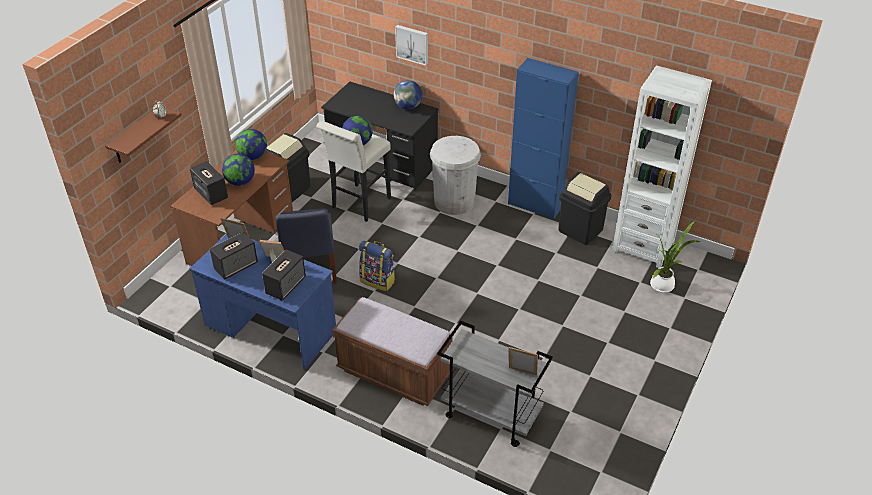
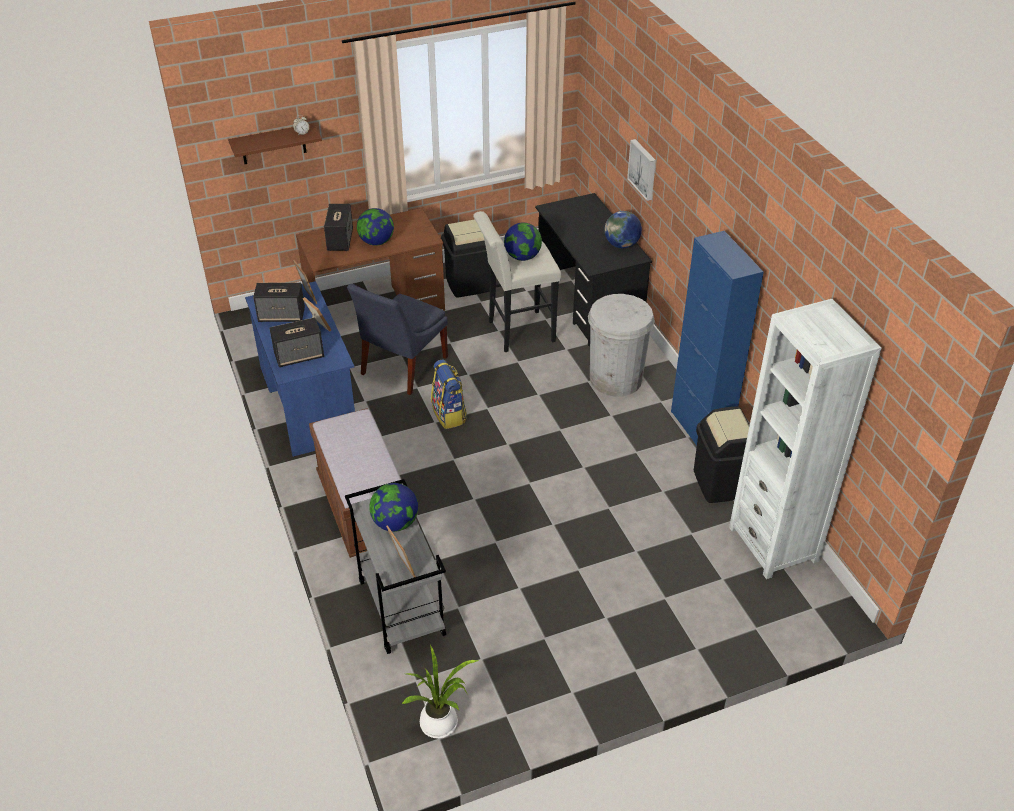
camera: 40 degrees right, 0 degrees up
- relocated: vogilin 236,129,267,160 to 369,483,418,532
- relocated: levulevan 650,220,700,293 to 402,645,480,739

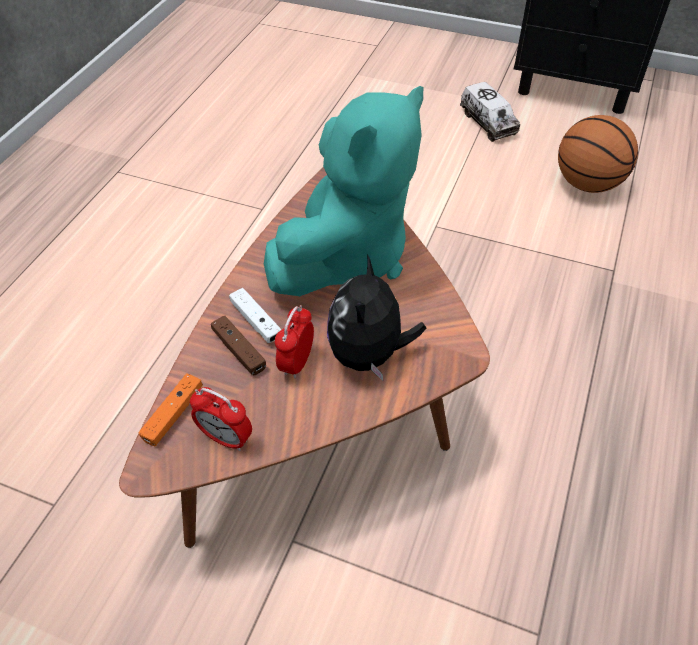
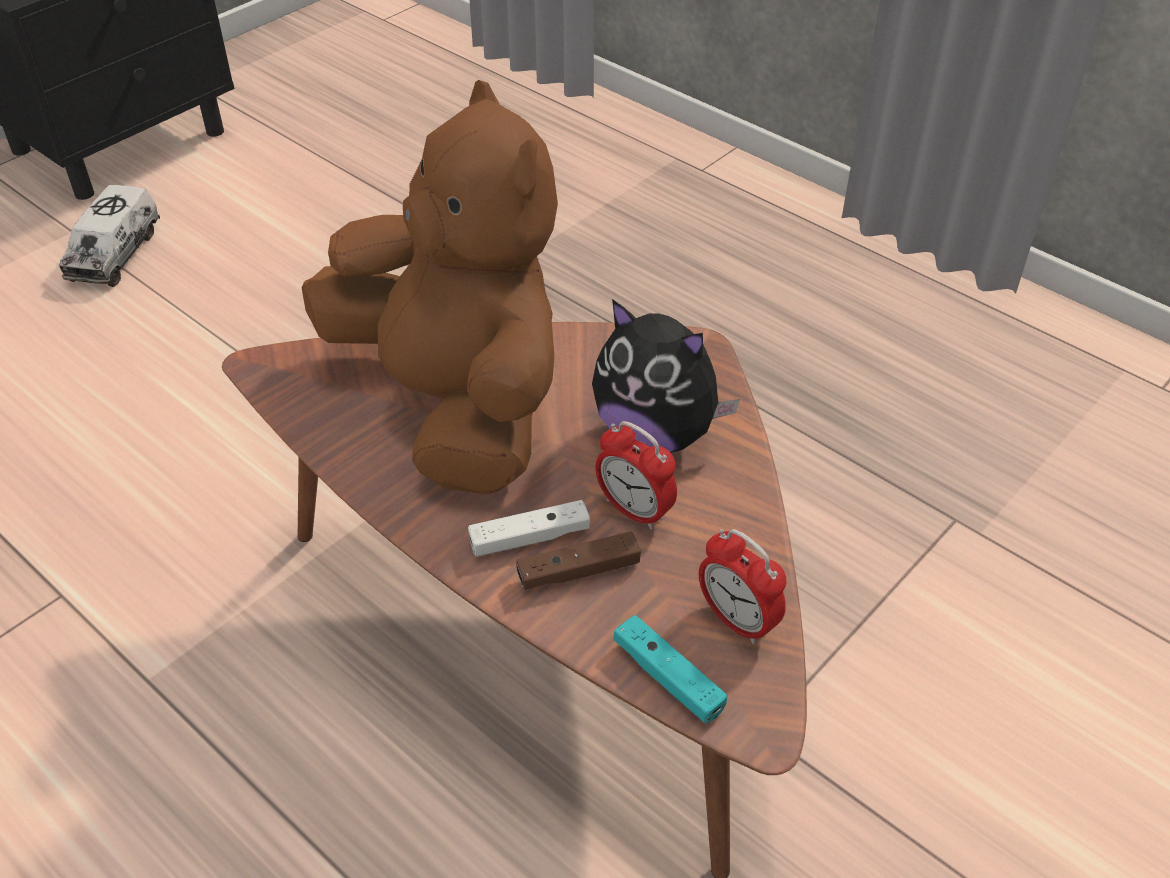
camera: 70 degrees left, 5 degrees down
- spun: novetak 460,82,520,142 = 59,185,160,287 105 degrees clockwise
- colour: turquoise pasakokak 264,86,423,296 to brown pasakokak 302,80,558,494
- colour: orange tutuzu 138,374,203,446 to turquoise tutuzu 613,615,728,724
- spun: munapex 190,387,252,451 = 699,529,786,644 90 degrees clockwise
- missing: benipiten 558,115,638,193

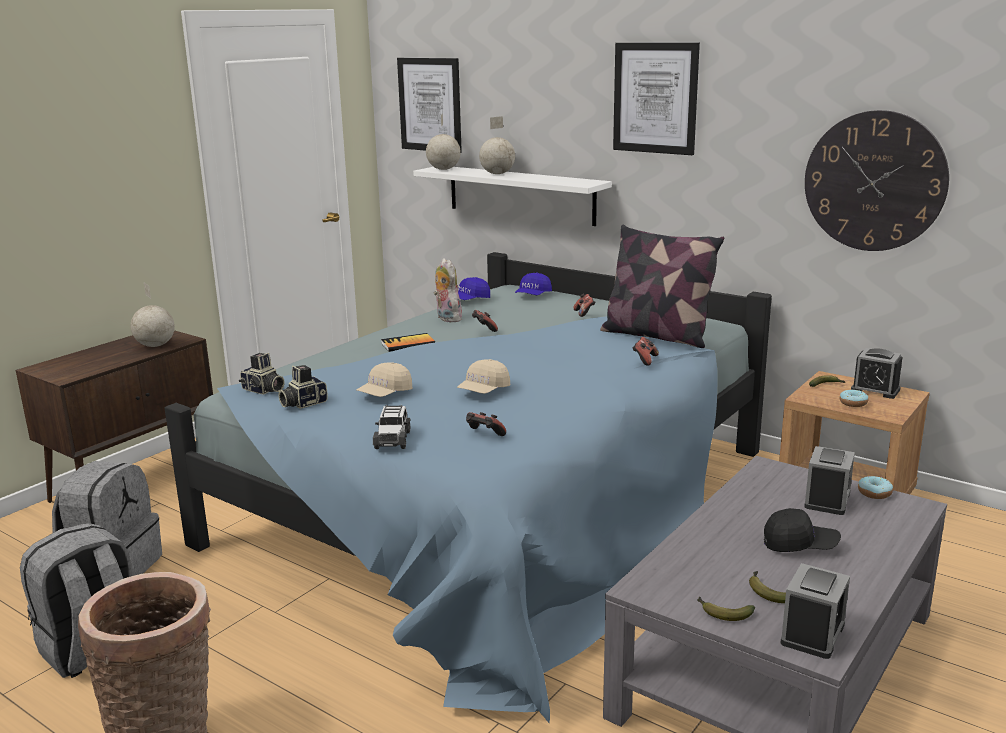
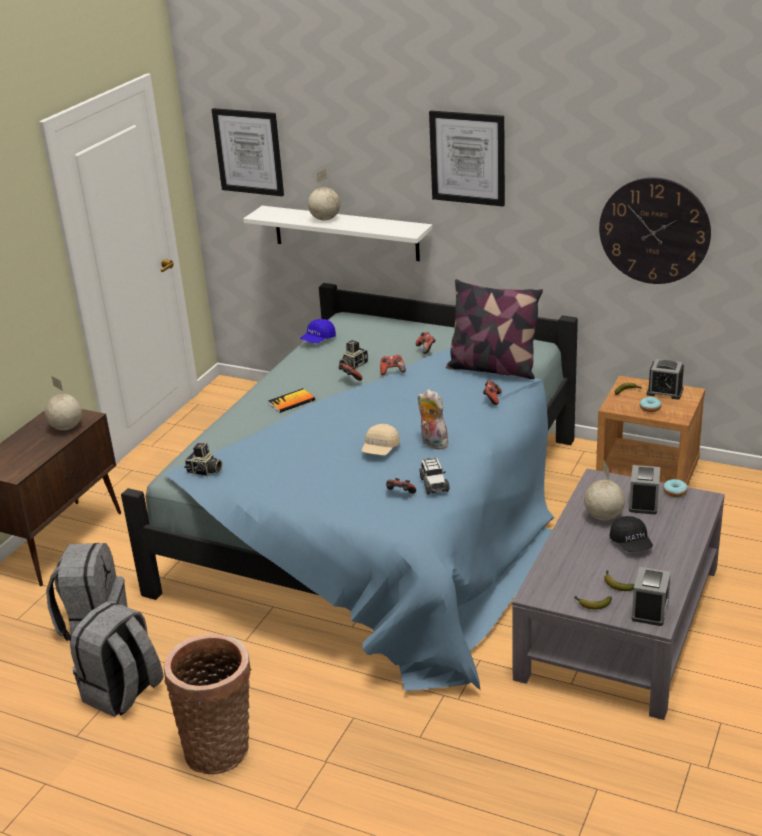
camera: 10 degrees left, 10 degrees up
- relocated: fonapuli 279,365,327,409 to 339,340,368,369
- appeared: tutuzu 380,355,406,375
- relocated: pasakokak 434,258,462,323 to 418,389,448,449
- relocated: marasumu 373,405,411,449 to 419,457,450,494
- relocated: vogilin 426,114,461,170 to 584,459,625,520
- spun: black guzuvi 764,508,841,552 = 609,516,653,552 75 degrees clockwise
- missing: beige guzuvi 357,362,412,397
- missing: blue guzuvi 515,272,552,295

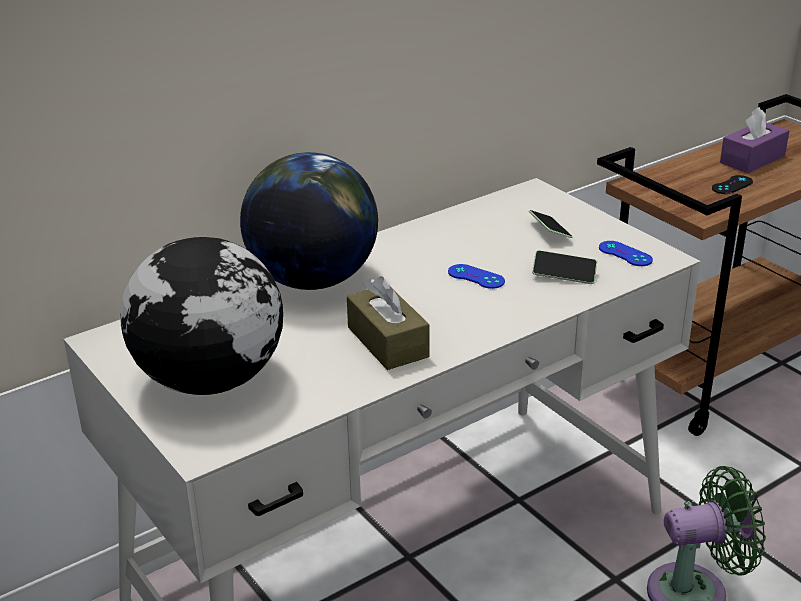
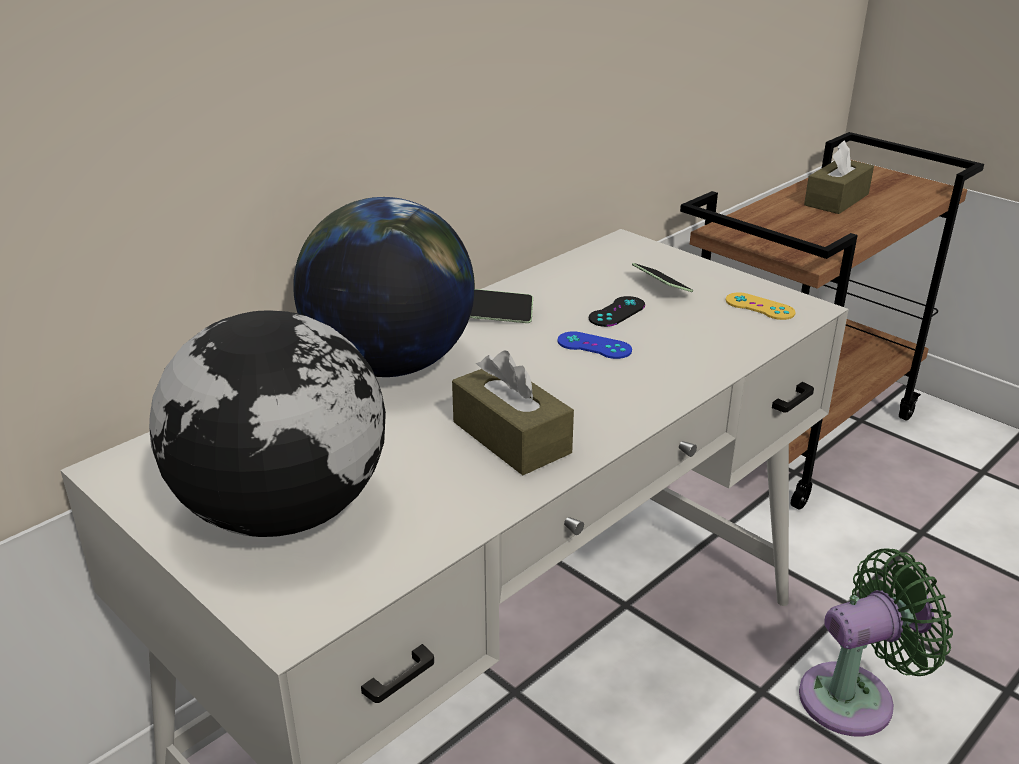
camera: 10 degrees left, 0 degrees up
- relocated: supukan 532,250,597,284 to 470,289,533,323
- relocated: black tutuzu 712,175,753,194 to 589,296,645,327
- colour: blue tutuzu 599,241,653,266 to yellow tutuzu 726,292,795,320
- colour: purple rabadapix 720,107,789,173 to brown rabadapix 804,140,874,214

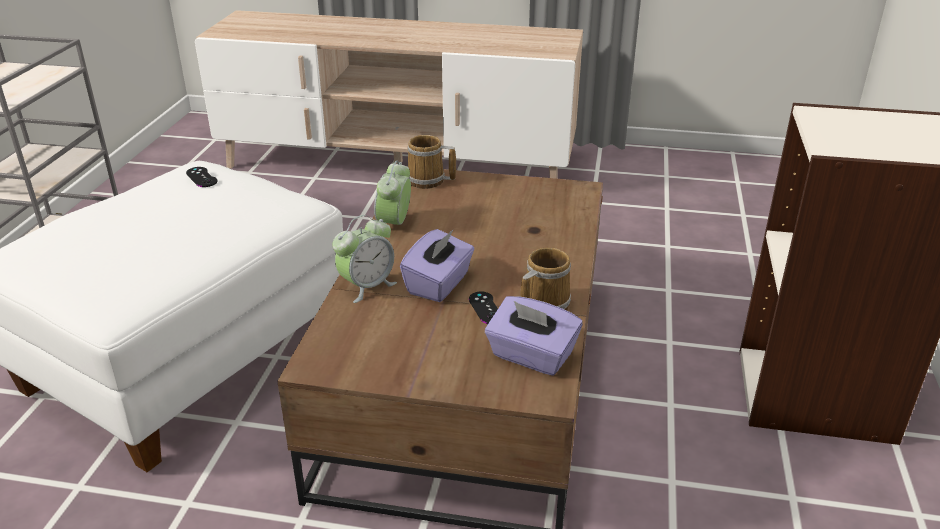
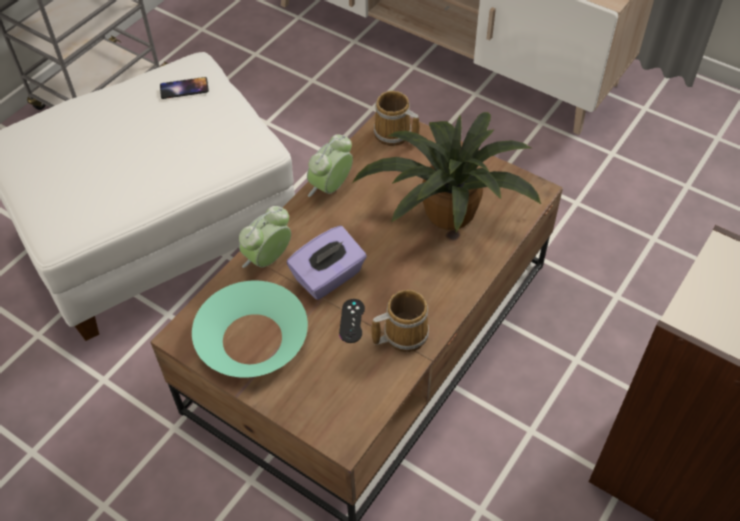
camera: 25 degrees right, 20 degrees up
- exchanged: black tutuzu 186,167,217,187 to supukan 160,77,209,99
- appeared: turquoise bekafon 192,281,308,378
- spun: munapex 332,215,397,303 = 239,206,291,268 150 degrees clockwise
- appeared: levulevan 352,112,541,232
- missing: purple rabadapix 485,296,583,376

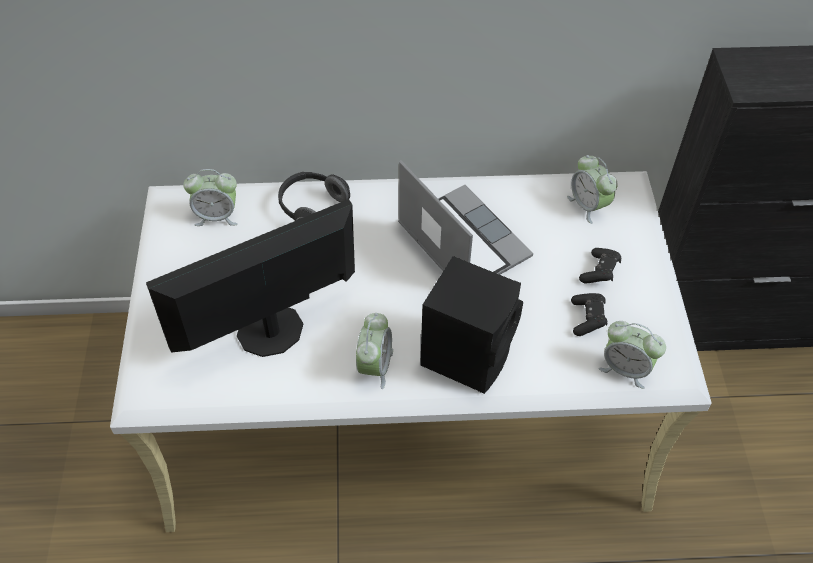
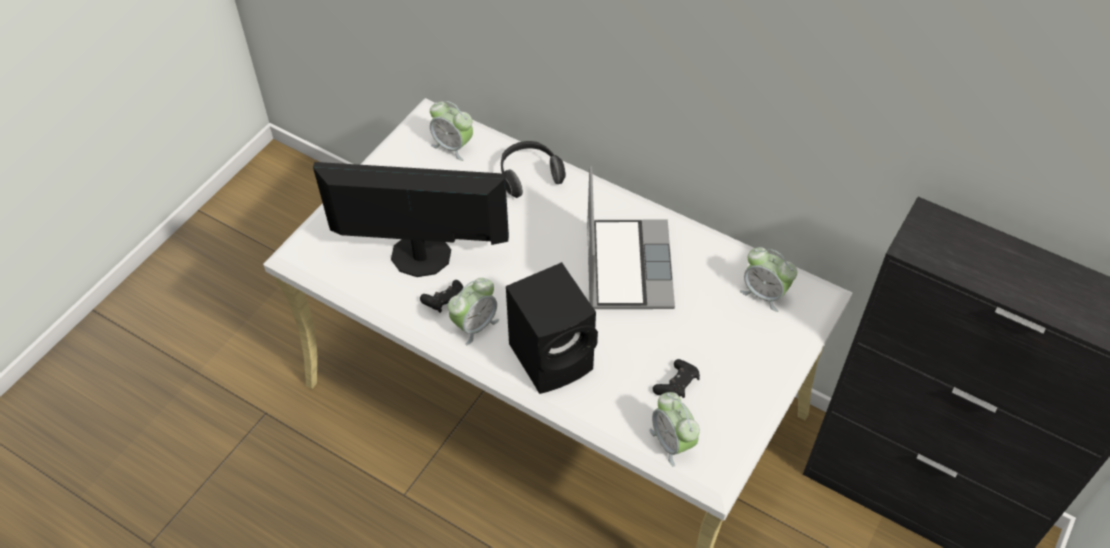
camera: 35 degrees right, 0 degrees up
- relocated: black tutuzu 579,248,621,283 to 420,280,463,313
- spun: munapex 567,155,618,224 = 740,247,797,312 60 degrees counterclockwise

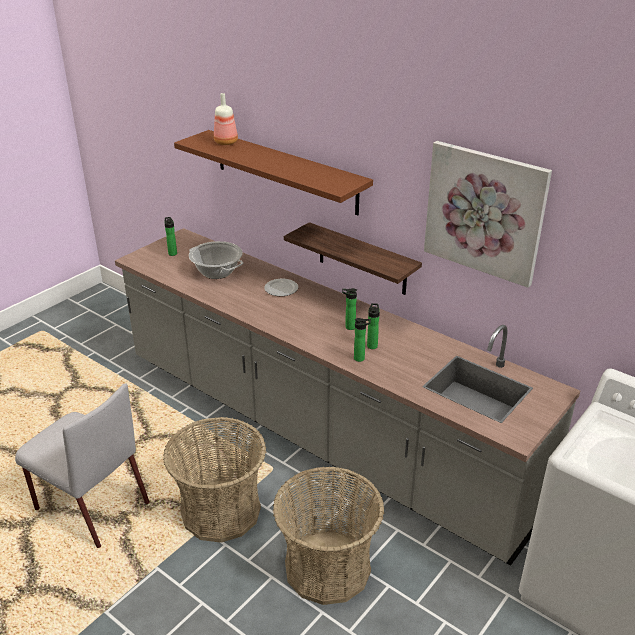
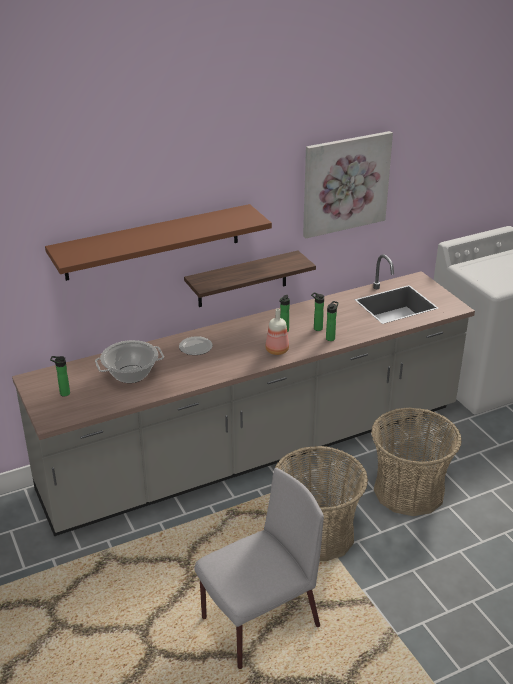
camera: 65 degrees left, 0 degrees up
- relocated: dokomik 214,93,238,145 to 265,309,289,355

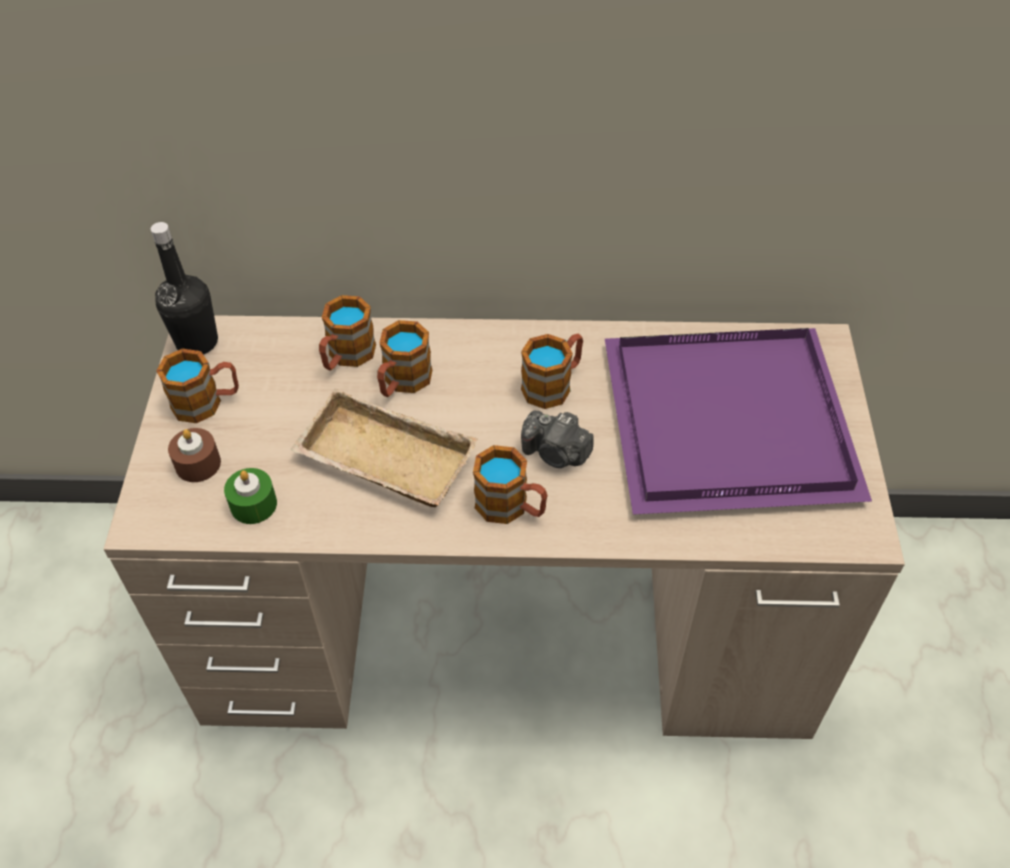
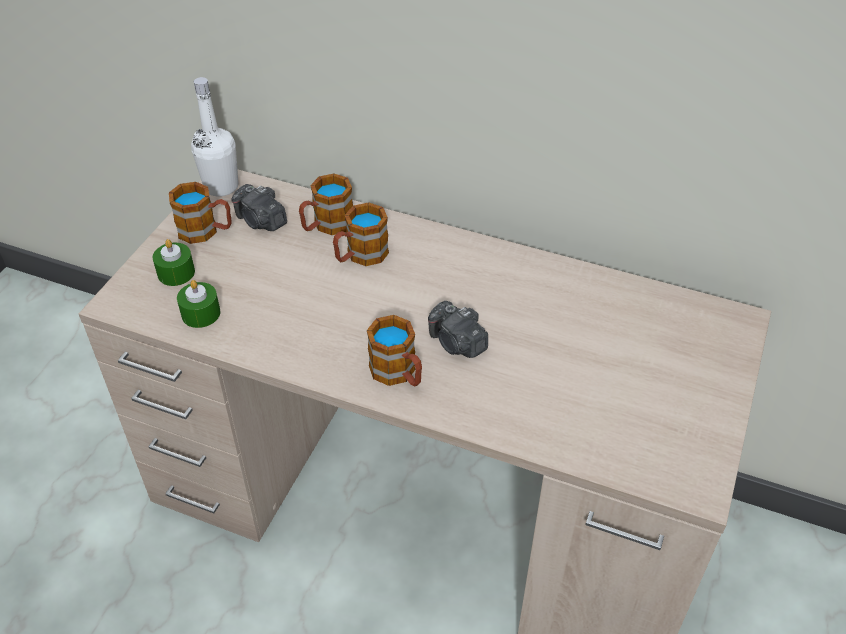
camera: 20 degrees right, 5 degrees down
- colour: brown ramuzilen 168,428,221,482 to green ramuzilen 152,239,195,286
- colour: black dokomik 151,222,218,355 to white dokomik 191,77,238,197
- appeared: fonapuli 231,184,287,231
- missing: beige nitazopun 290,389,478,507
- missing: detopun 521,334,583,409
- missing: purple nitazopun 605,328,872,515

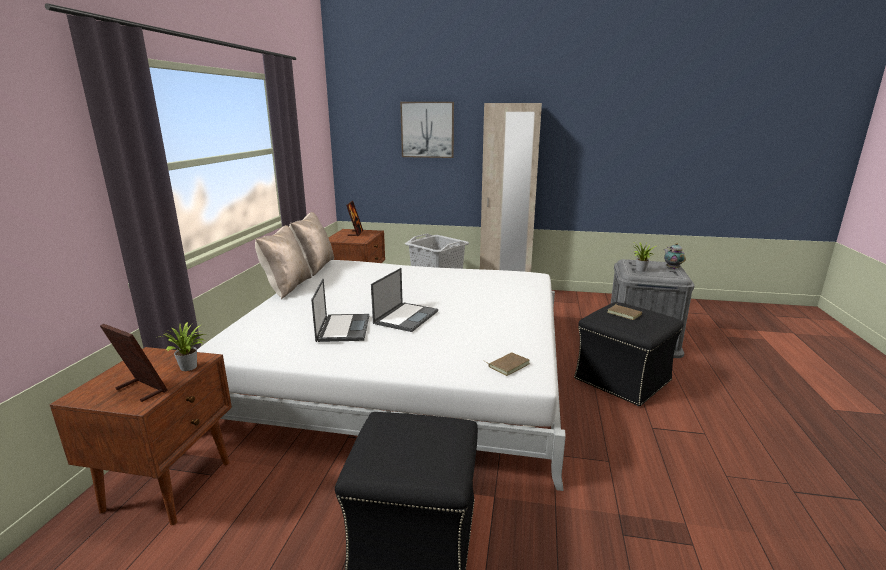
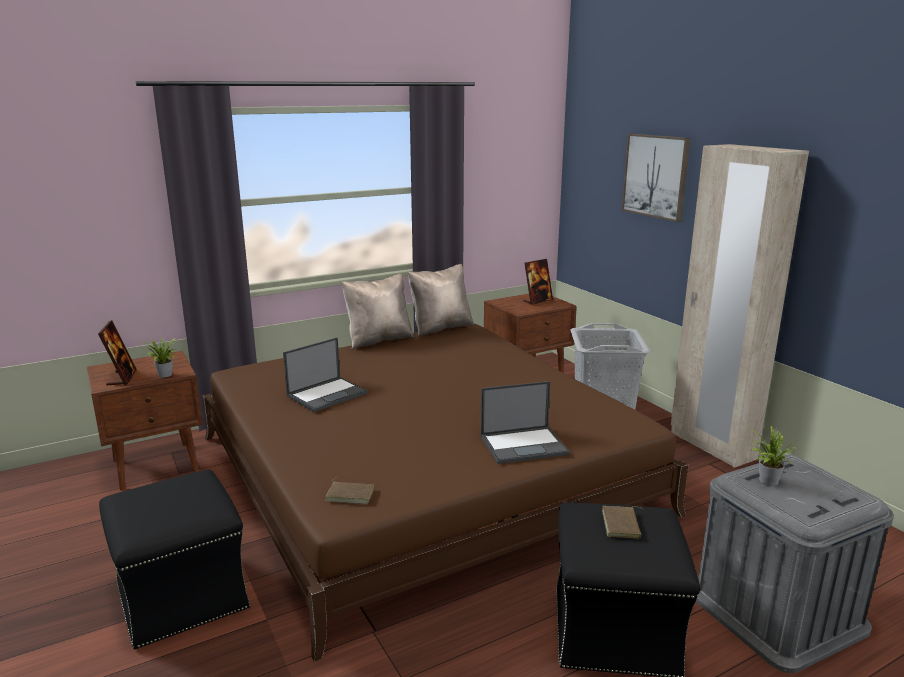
camera: 50 degrees right, 0 degrees up
- colour: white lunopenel 197,260,566,491 to brown lunopenel 202,324,688,662
- relocated: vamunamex 371,268,438,332 to 481,381,569,464
- missing: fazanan 664,243,686,269

